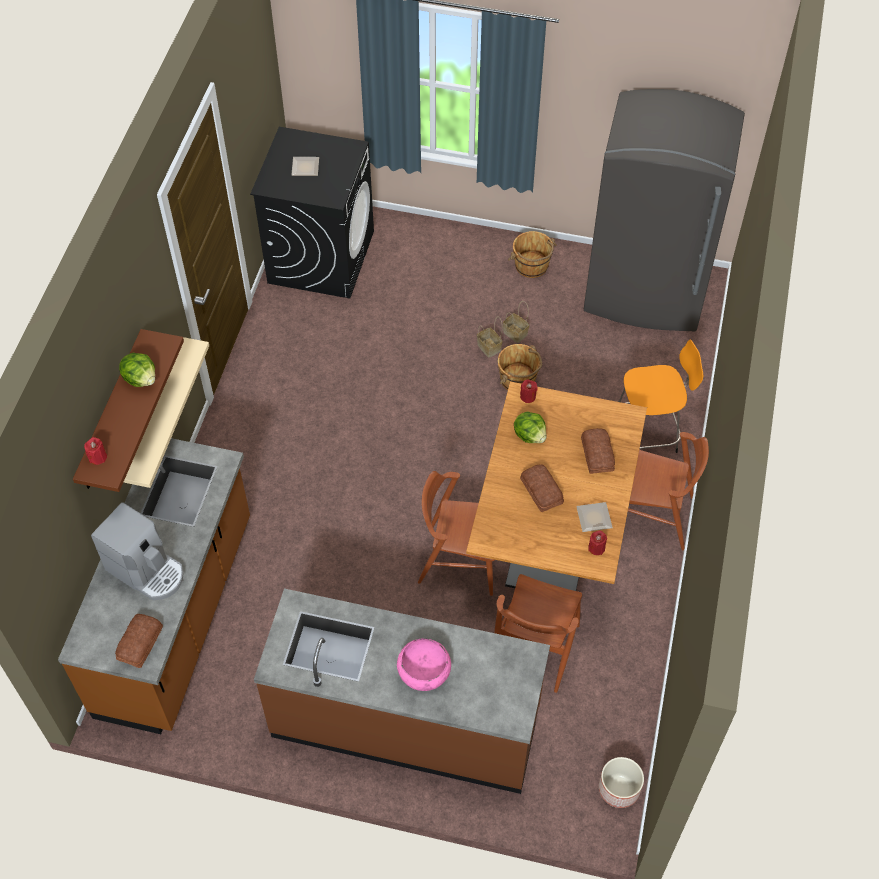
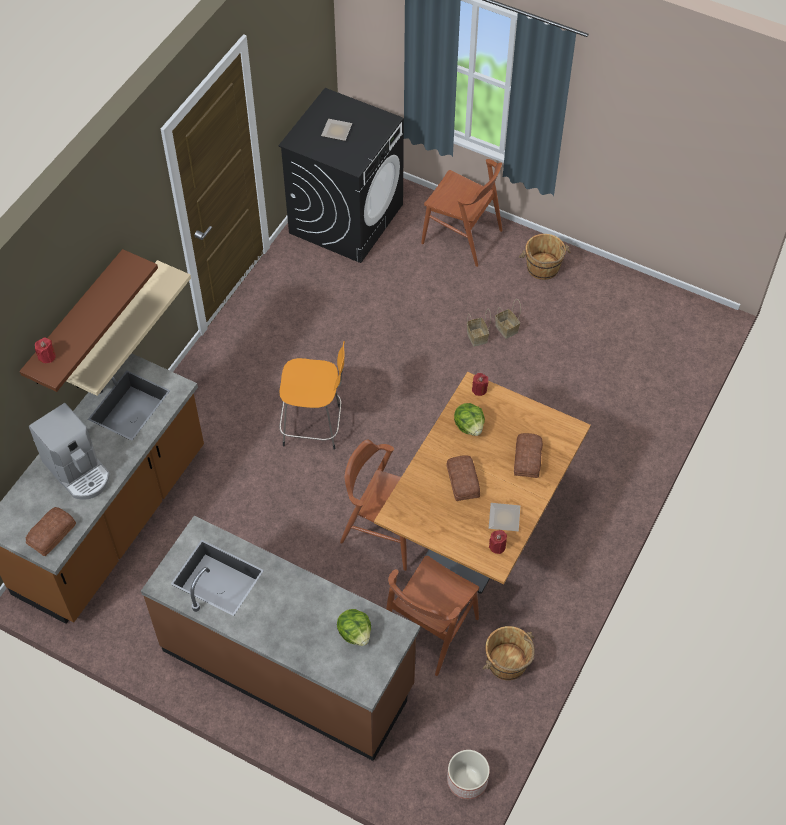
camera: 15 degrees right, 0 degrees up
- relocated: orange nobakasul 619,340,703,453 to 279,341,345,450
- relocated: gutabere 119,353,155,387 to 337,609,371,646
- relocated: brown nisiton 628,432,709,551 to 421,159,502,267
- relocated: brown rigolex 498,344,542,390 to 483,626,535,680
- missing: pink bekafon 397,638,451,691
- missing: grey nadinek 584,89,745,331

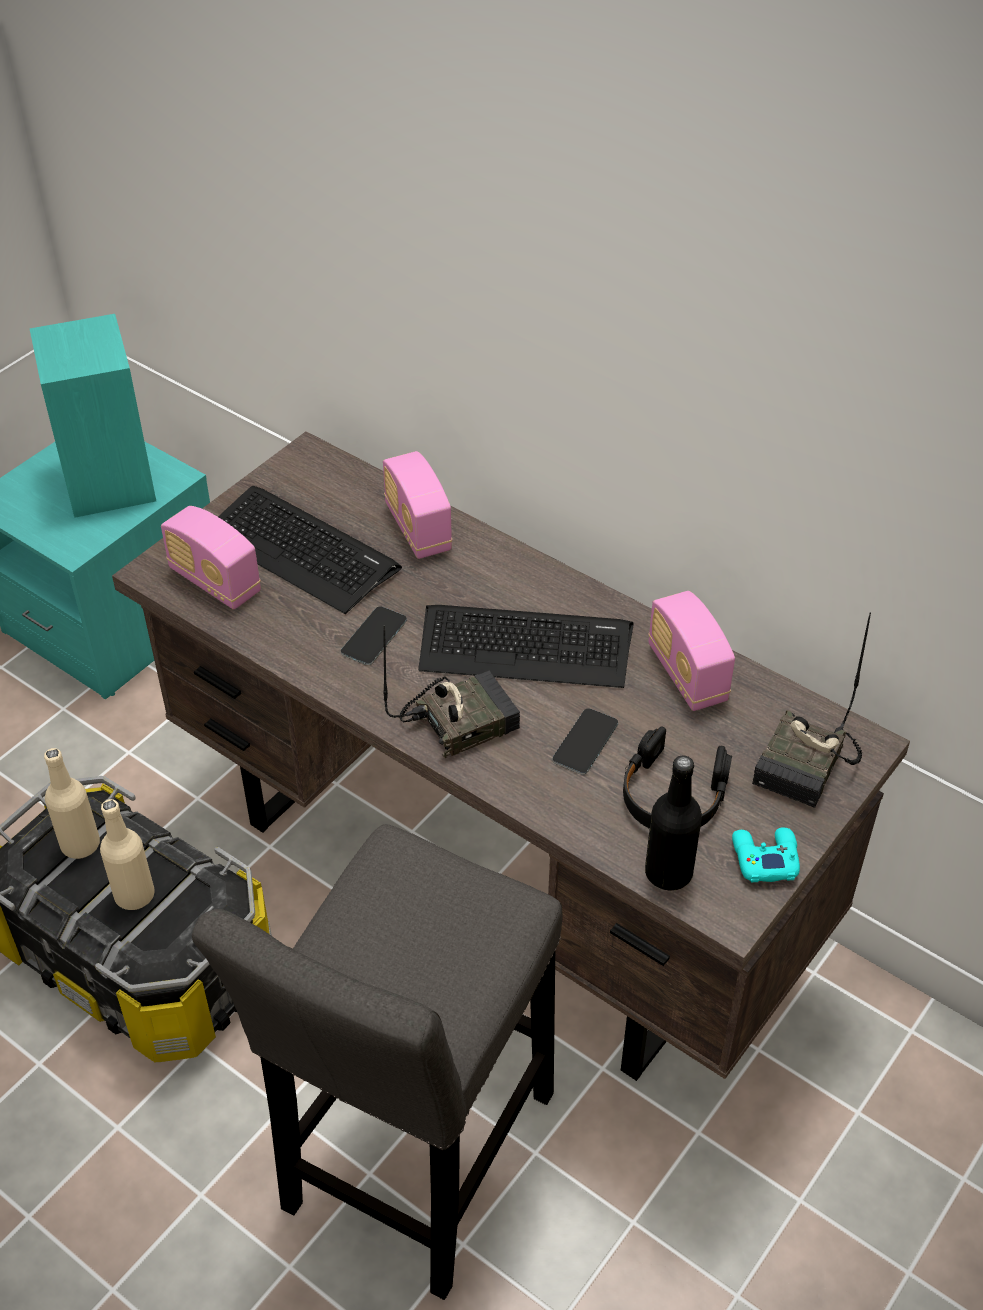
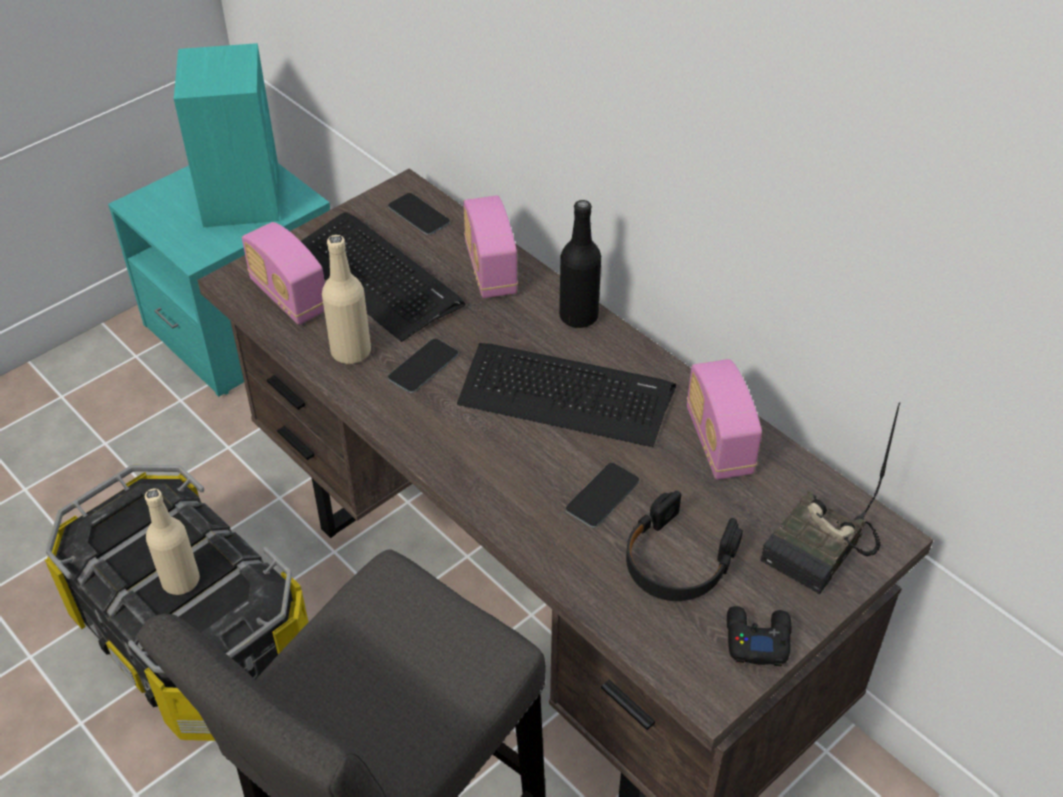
camera: 10 degrees right, 0 degrees up
- relocated: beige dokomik 44,748,100,859 to 322,235,371,364
- appeared: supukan 388,193,450,235
- relocated: black dokomik 645,755,702,891 to 559,200,601,328
- colour: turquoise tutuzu 732,827,800,882 to black tutuzu 727,606,792,666
- missing: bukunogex 383,625,520,758

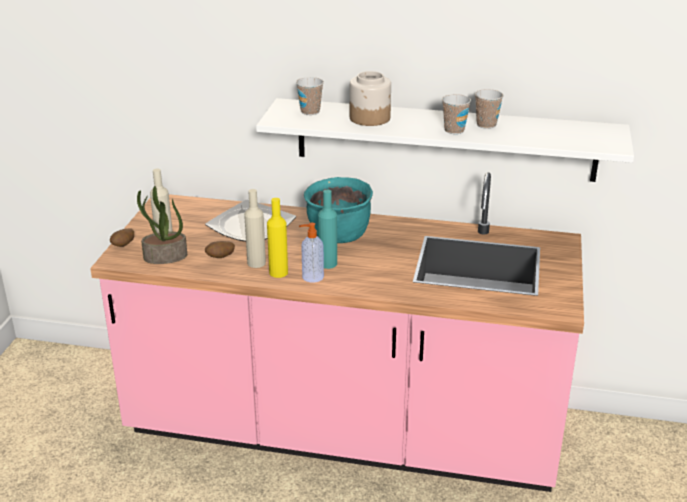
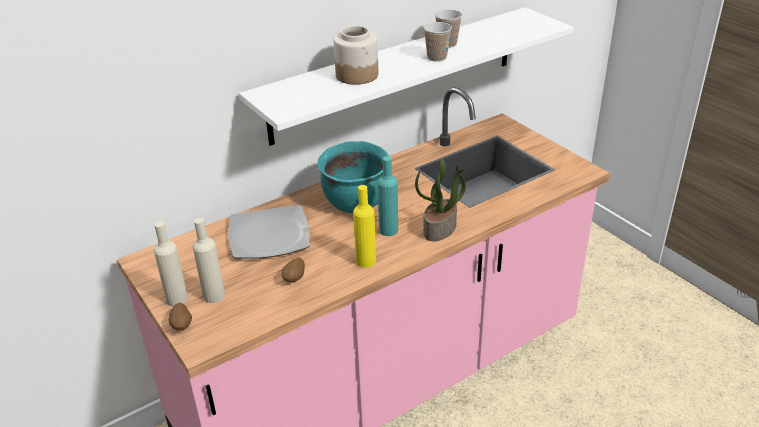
camera: 45 degrees left, 5 degrees up
- relocated: beige dokomik 244,189,266,268 to 154,221,188,307
- relocated: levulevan 137,186,187,264 to 415,158,466,241
- missing: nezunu 296,77,324,115
- missing: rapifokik 299,223,324,283

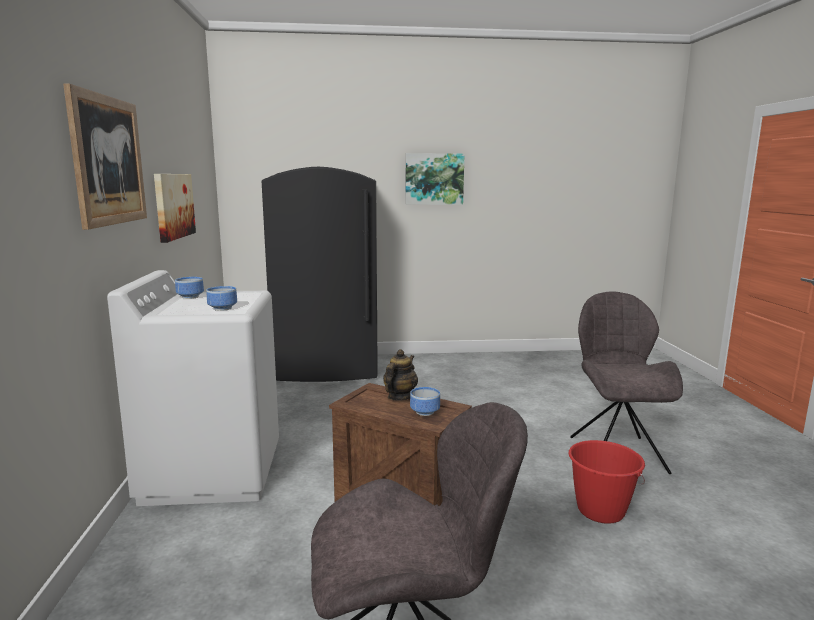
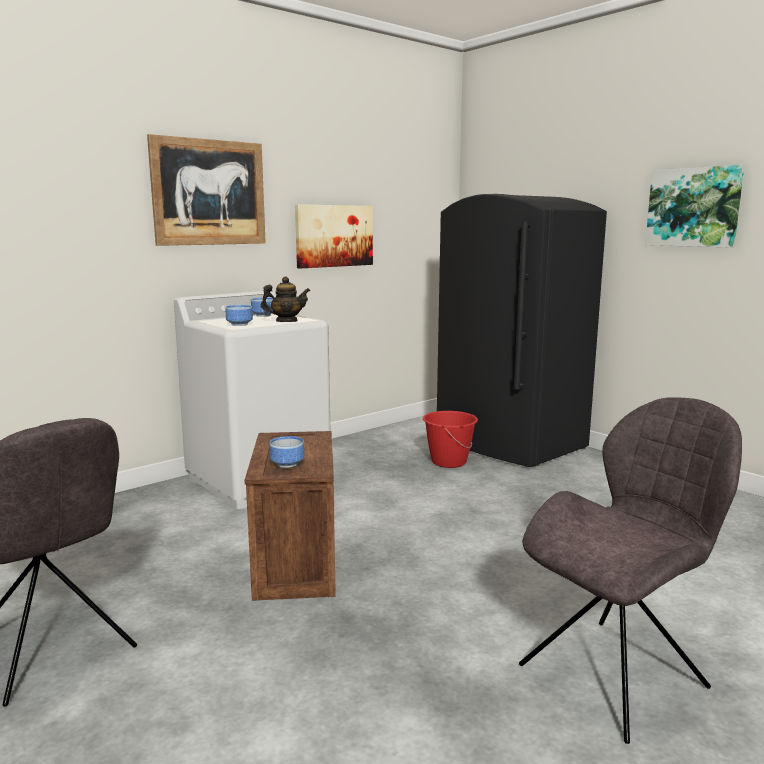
camera: 55 degrees right, 0 degrees up
- relocated: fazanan 383,349,418,400 to 261,277,310,322
- relocated: red rigolex 569,440,645,524 to 423,411,478,468

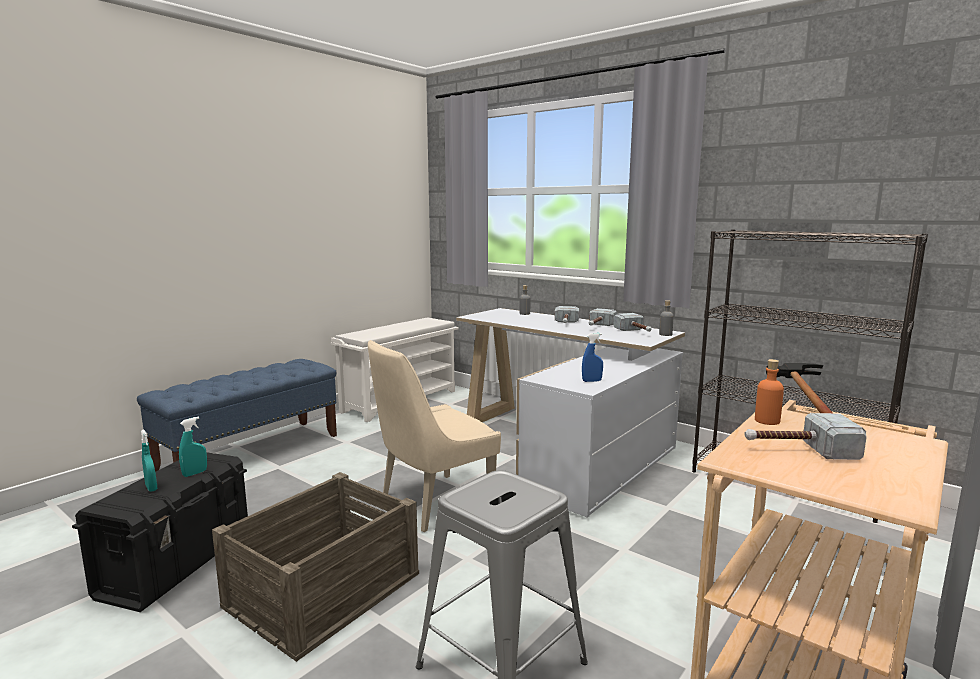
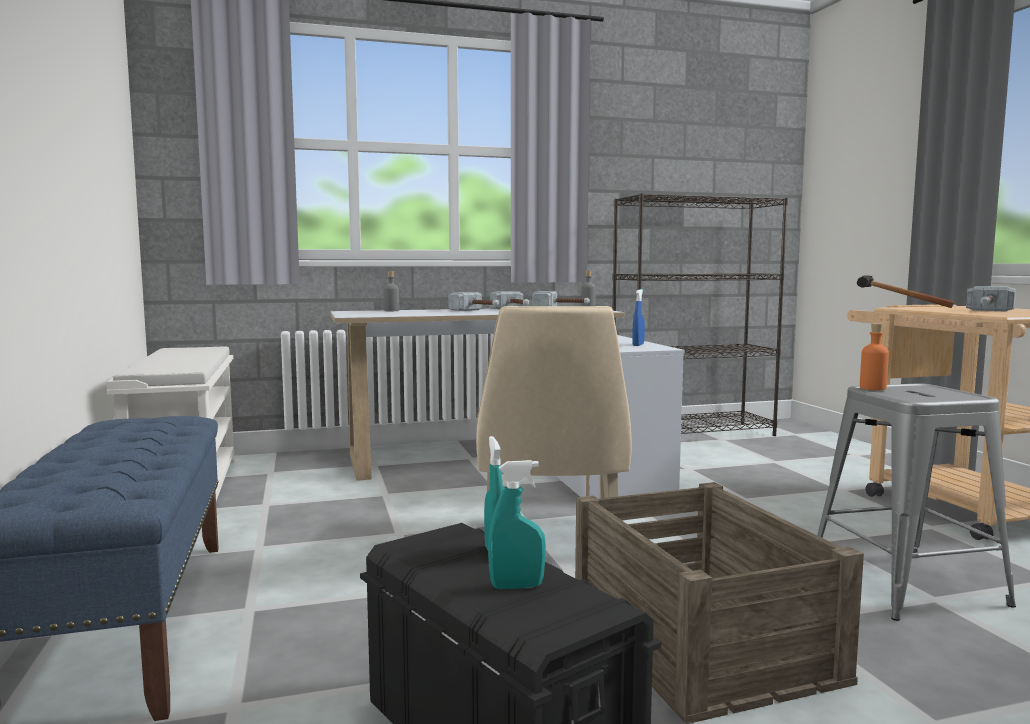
camera: 55 degrees left, 5 degrees down
- relocated: orange dokomik 755,359,784,425 to 860,323,889,390

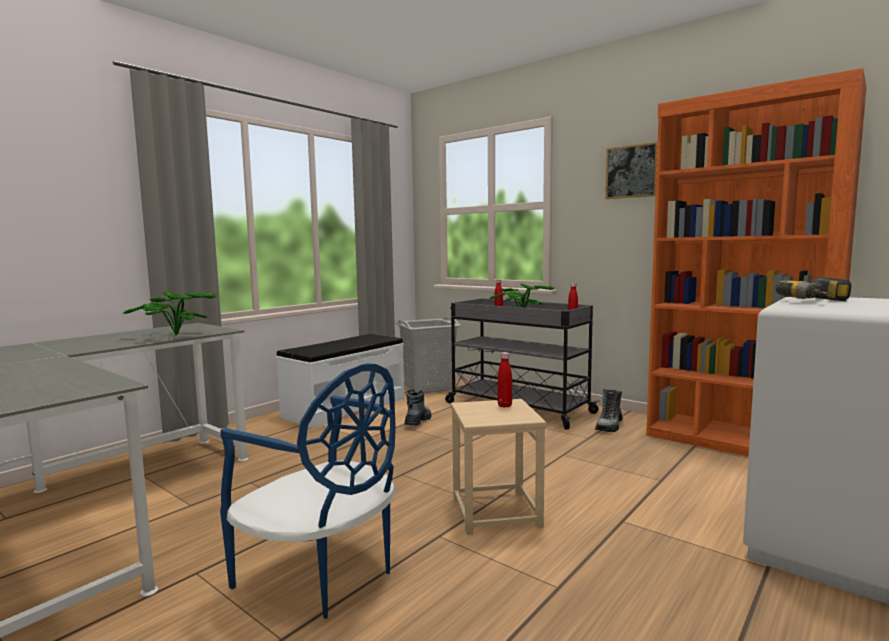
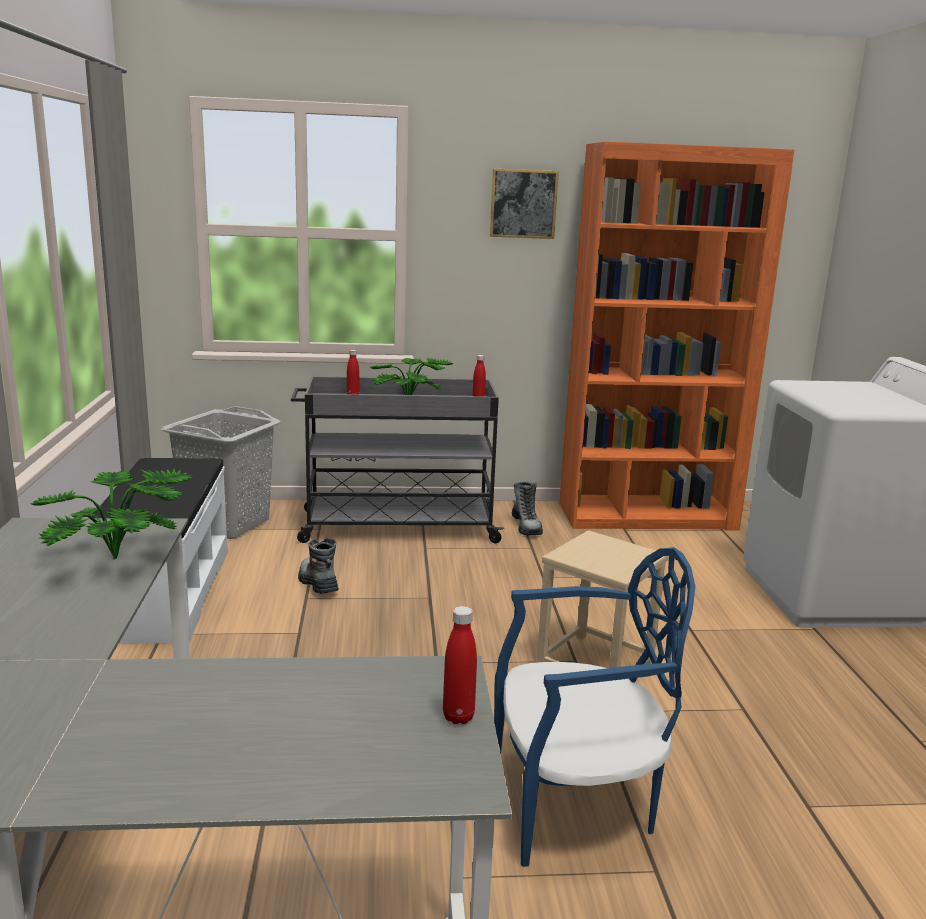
camera: 45 degrees left, 10 degrees up
- relocated: red dokomik 498,352,512,408 to 443,606,477,724
- missing: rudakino 775,277,852,301

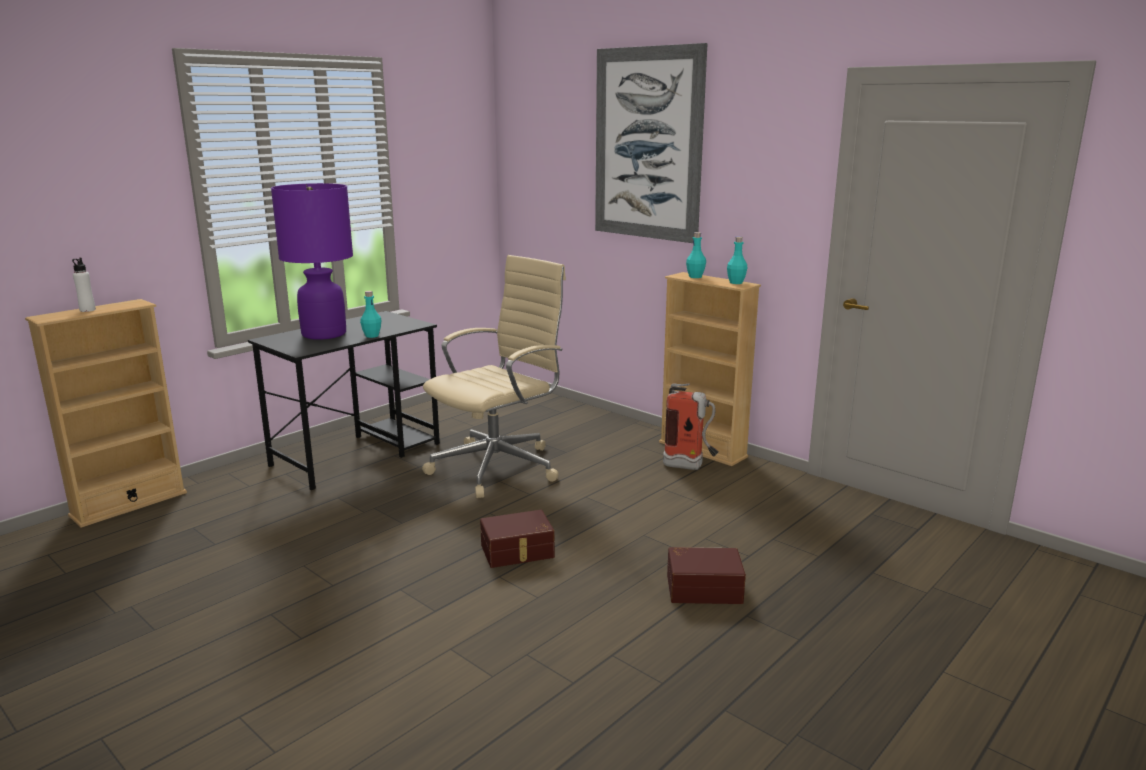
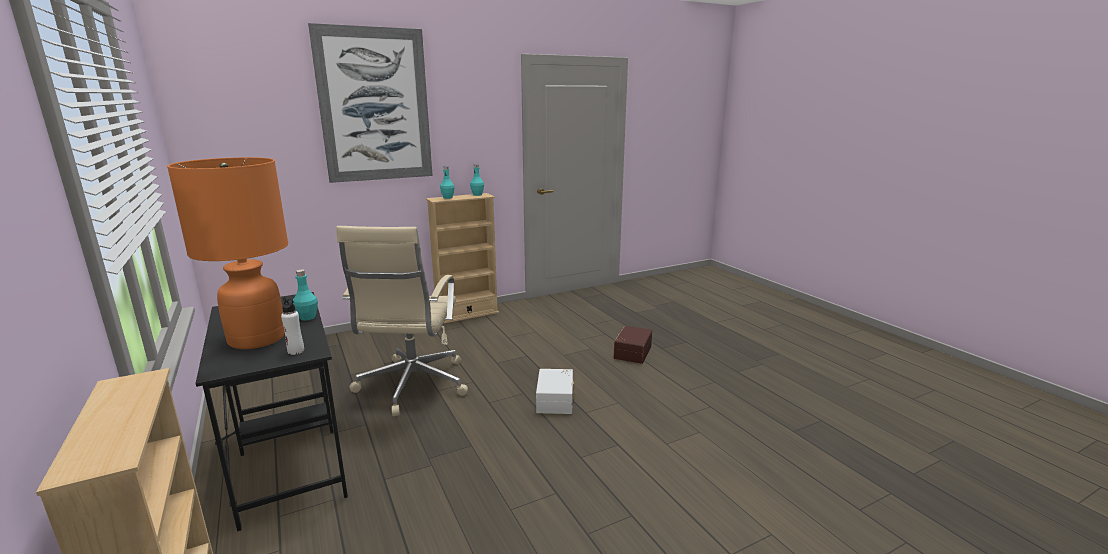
camera: 70 degrees left, 0 degrees up
- colour: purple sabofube 271,183,353,340 to orange sabofube 167,157,288,349
- relocated: white dokomik 72,258,96,312 to 281,297,304,355
- spun: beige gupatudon 422,255,566,498 = 336,226,468,416 150 degrees counterclockwise
- colour: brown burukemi 480,510,555,568 to white burukemi 536,369,576,414
- missing: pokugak 663,383,719,470

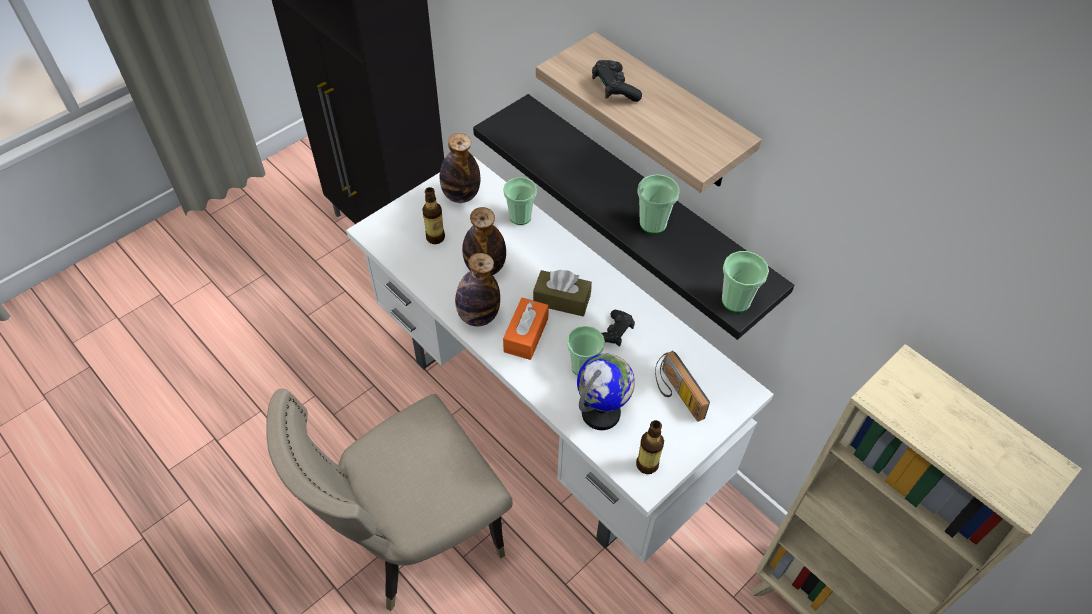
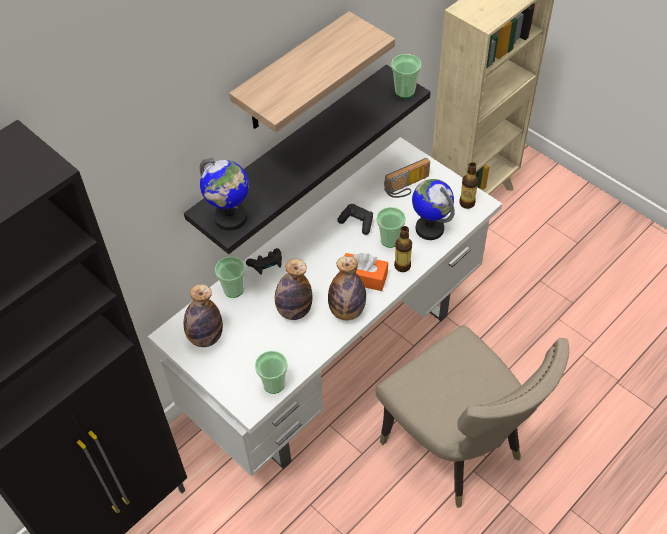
camera: 90 degrees left, 0 degrees up
- appeared: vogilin 200,158,249,231
- relocated: black tutuzu 592,60,642,102 to 246,248,282,275
- relocated: nezunu 637,174,680,234 to 255,351,288,394
- relocated: dokomik 422,187,445,244 to 394,226,412,272
- missing: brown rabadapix 533,270,592,316

